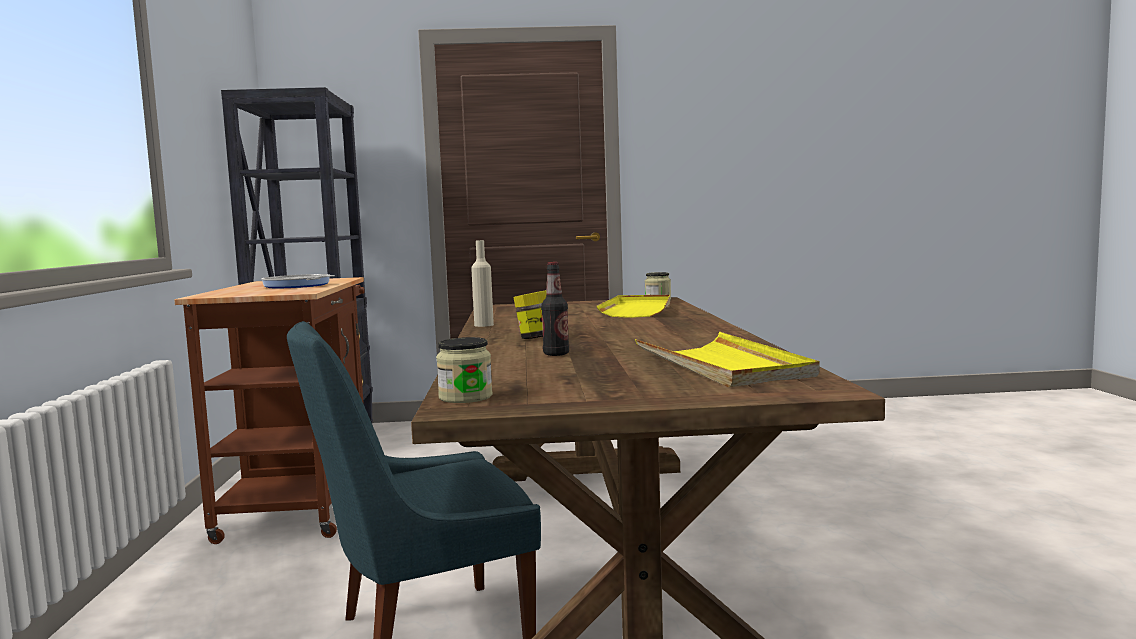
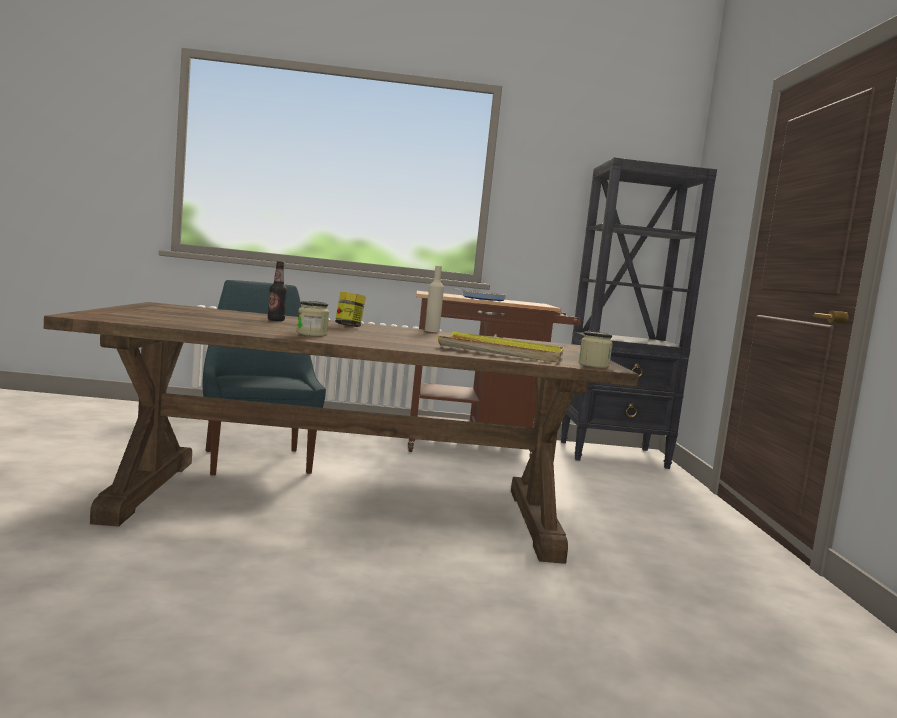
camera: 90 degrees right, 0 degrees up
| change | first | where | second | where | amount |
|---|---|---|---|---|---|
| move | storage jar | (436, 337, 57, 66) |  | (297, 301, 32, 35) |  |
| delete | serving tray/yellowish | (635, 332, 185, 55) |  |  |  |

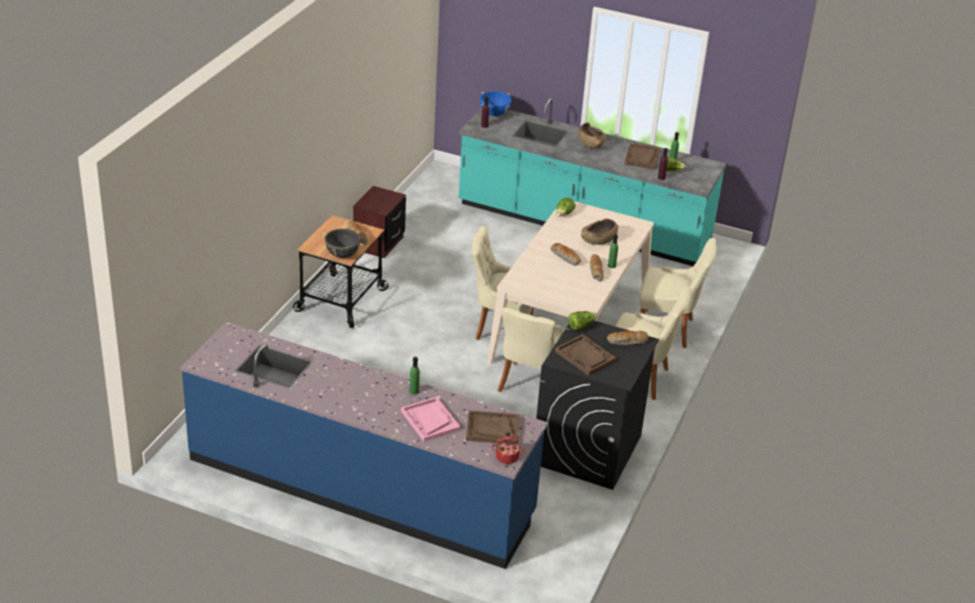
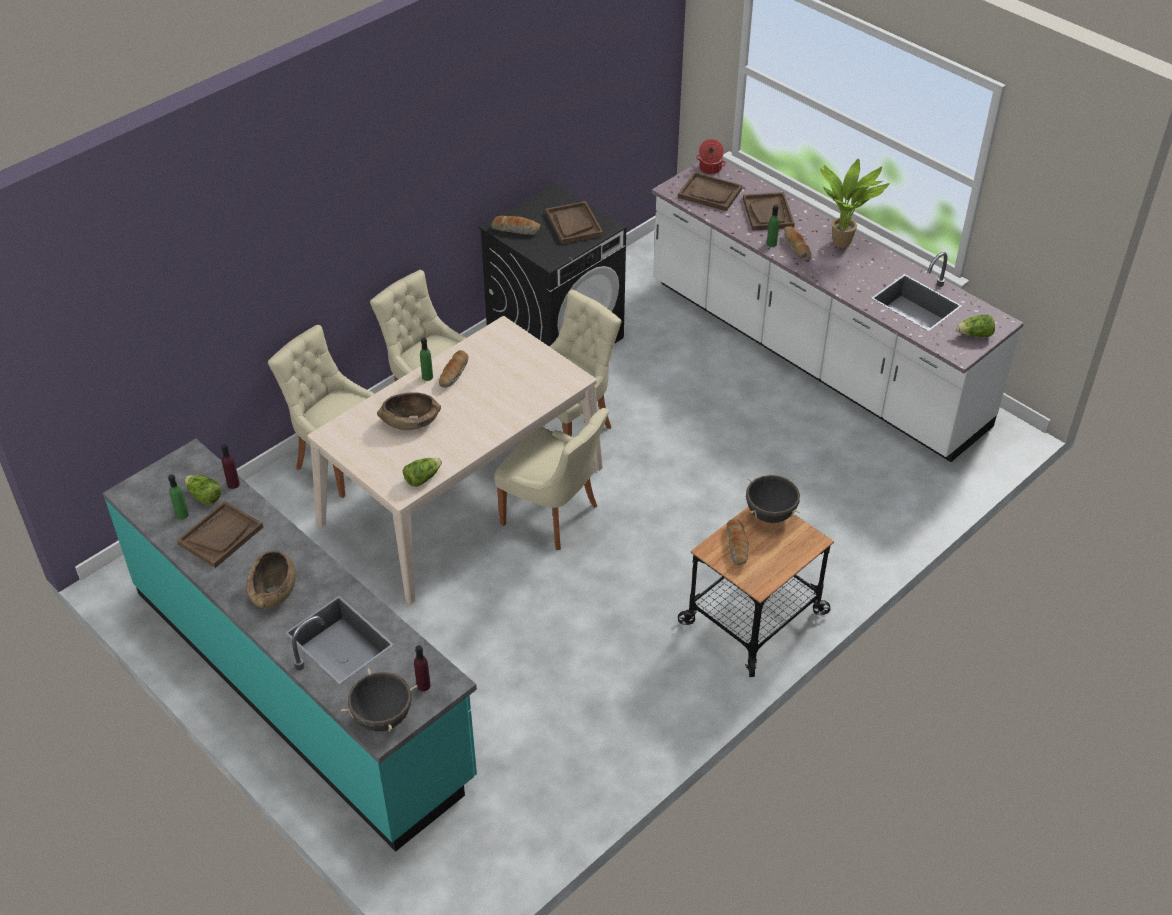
camera: 155 degrees left, 10 degrees up
| change | first | where | second | where | amount |
|---|---|---|---|---|---|
| recolor | kitchen base unit/blue | (180, 322, 368, 247) | kitchen base unit/whitish | (652, 159, 372, 303) |  |
| delete | bedside table/brown-coloured | (353, 186, 53, 72) |  |  |  |
| recolor | serving tray/pinkish | (401, 397, 60, 45) | serving tray/brown-coloured | (743, 192, 52, 39) |  |
| recolor | cooking pot/blue | (480, 91, 31, 25) | cooking pot/blackish | (341, 668, 76, 63) |  |
| move | bakery bread | (550, 243, 31, 23) |  | (784, 226, 28, 35) |  |
| move | lettuce head | (568, 311, 30, 19) |  | (956, 315, 39, 22) |  |
| insert |  |  | plant in a pot | (820, 159, 70, 89) |  |

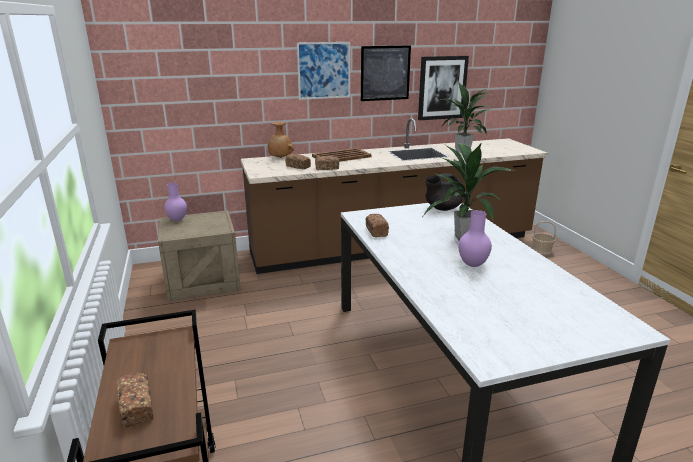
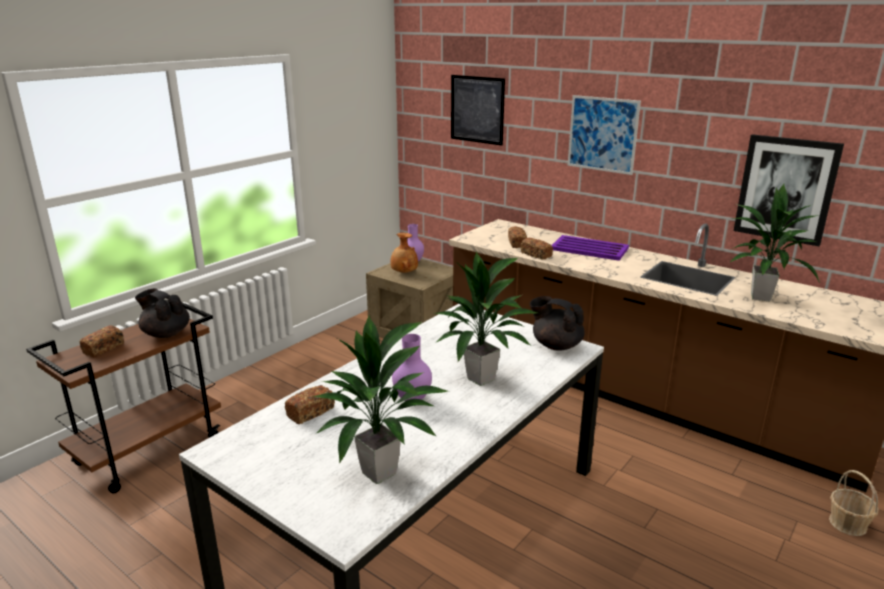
camera: 55 degrees right, 0 degrees up
| change | first | where | second | where | amount |
|---|---|---|---|---|---|
| move | flower vase/brown-coloured | (268, 122, 26, 36) |  | (391, 233, 27, 40) |  |
| recolor | serving tray/brown-coloured | (312, 148, 60, 14) | serving tray/purple | (552, 235, 77, 26) |  |
| move | wall art | (361, 45, 50, 56) |  | (451, 75, 54, 71) |  |
| move | bakery bread | (366, 214, 23, 23) |  | (285, 385, 50, 39) |  |
| insert |  |  | teapot/blackish | (135, 288, 55, 50) |  |
| insert |  |  | plant in a pot | (313, 316, 135, 168) |  |

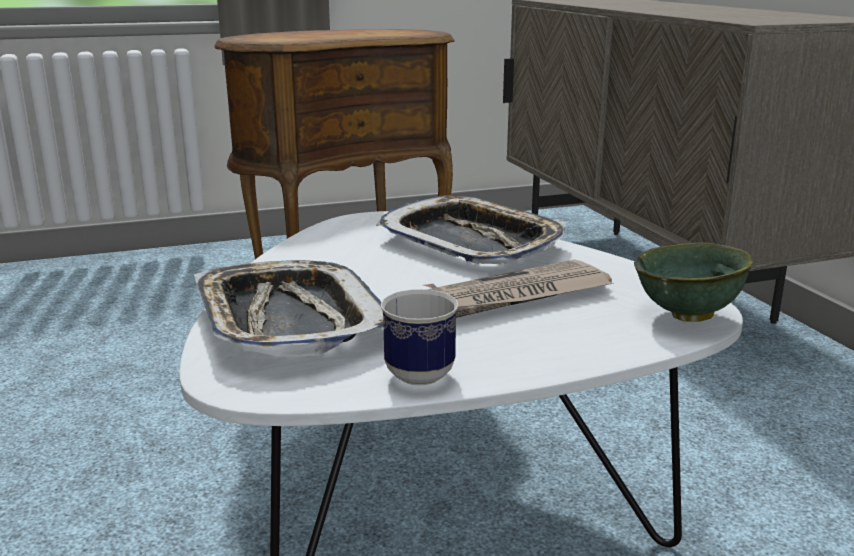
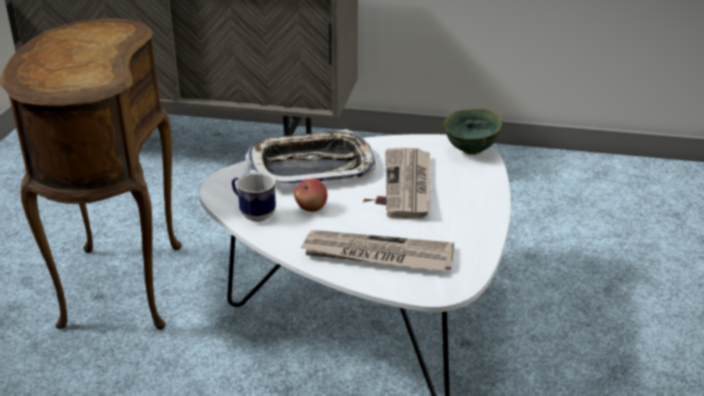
camera: 60 degrees left, 10 degrees up
| change | first | where | second | where | amount |
|---|---|---|---|---|---|
| replace | serving tray | (194, 260, 190, 97) | newspaper | (299, 230, 155, 41) |  |
| move | tea mug | (381, 289, 77, 96) |  | (232, 172, 44, 50) |  |
| insert |  |  | whole apple | (294, 179, 33, 33) |  |

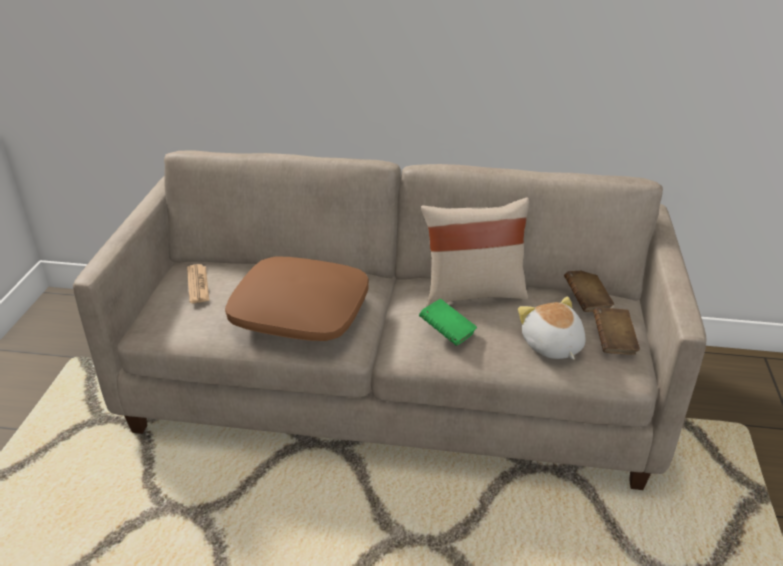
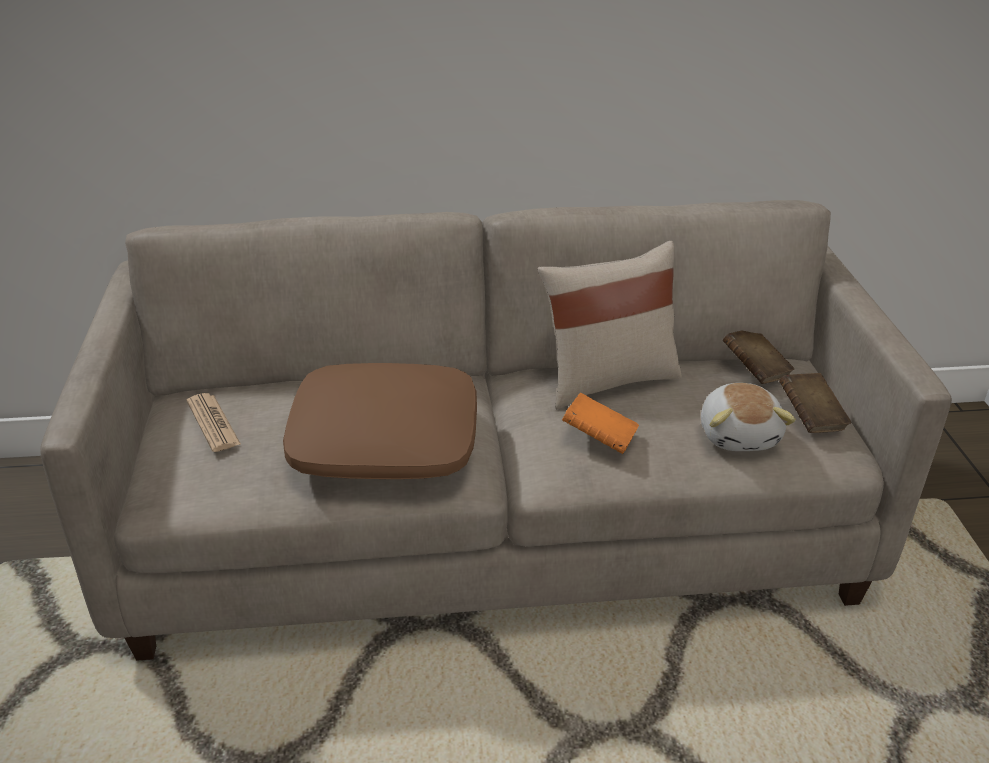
camera: 15 degrees left, 0 degrees up
| change | first | where | second | where | amount |
|---|---|---|---|---|---|
| recolor | book/green | (419, 299, 58, 47) | book/orange-coloured | (562, 393, 77, 61) |  |
| rotate | cuddly toy | (518, 297, 67, 63) |  | (701, 383, 95, 68) | 150 degrees counterclockwise |

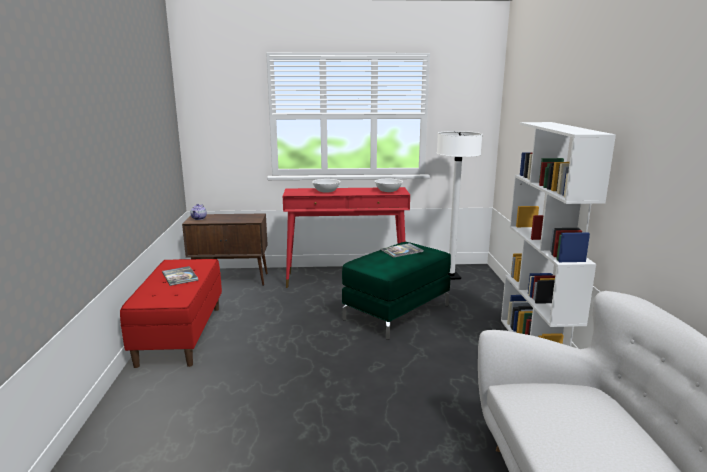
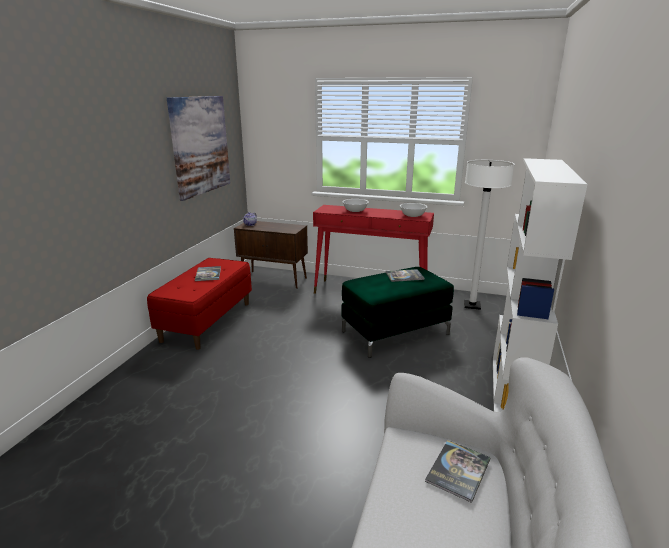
camera: 20 degrees right, 5 degrees up
| change | first | where | second | where | amount |
|---|---|---|---|---|---|
| insert |  |  | wall art | (167, 96, 63, 105) |  |
| insert |  |  | book | (425, 440, 66, 63) |  |

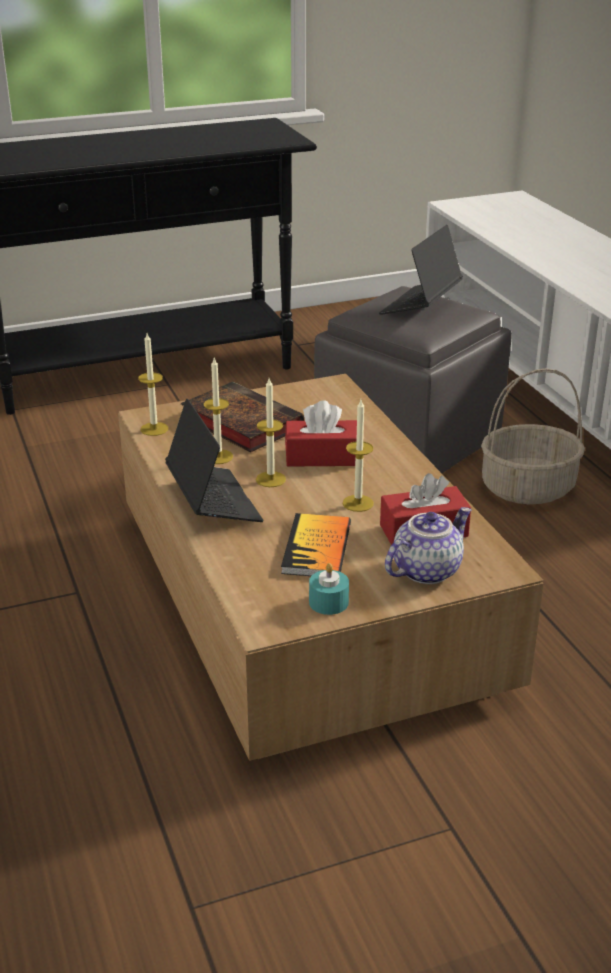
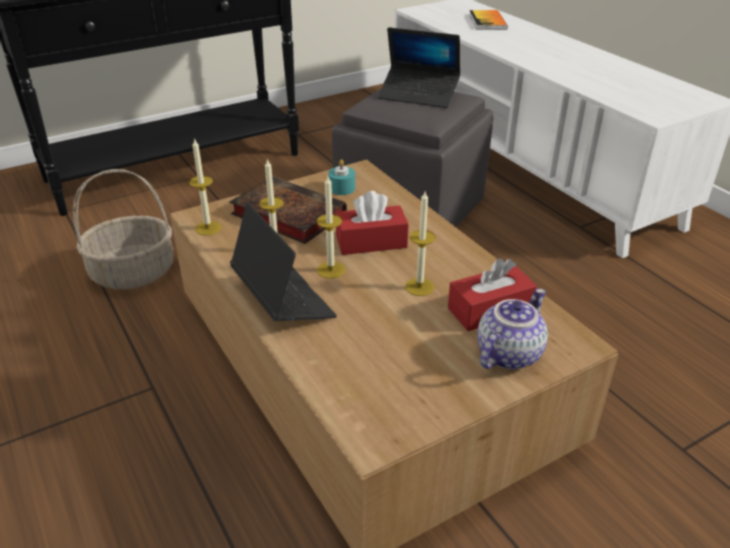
camera: 10 degrees left, 5 degrees up
| change | first | where | second | where | amount |
|---|---|---|---|---|---|
| move | book | (281, 513, 70, 63) |  | (469, 10, 39, 20) |  |
| move | wax light/turquoise | (309, 563, 40, 52) |  | (328, 159, 27, 36) |  |
| rotate | portable computer | (379, 225, 84, 89) |  | (378, 27, 82, 81) | 90 degrees counterclockwise |
| move | storage basket | (481, 368, 104, 136) |  | (73, 169, 100, 121) |  |

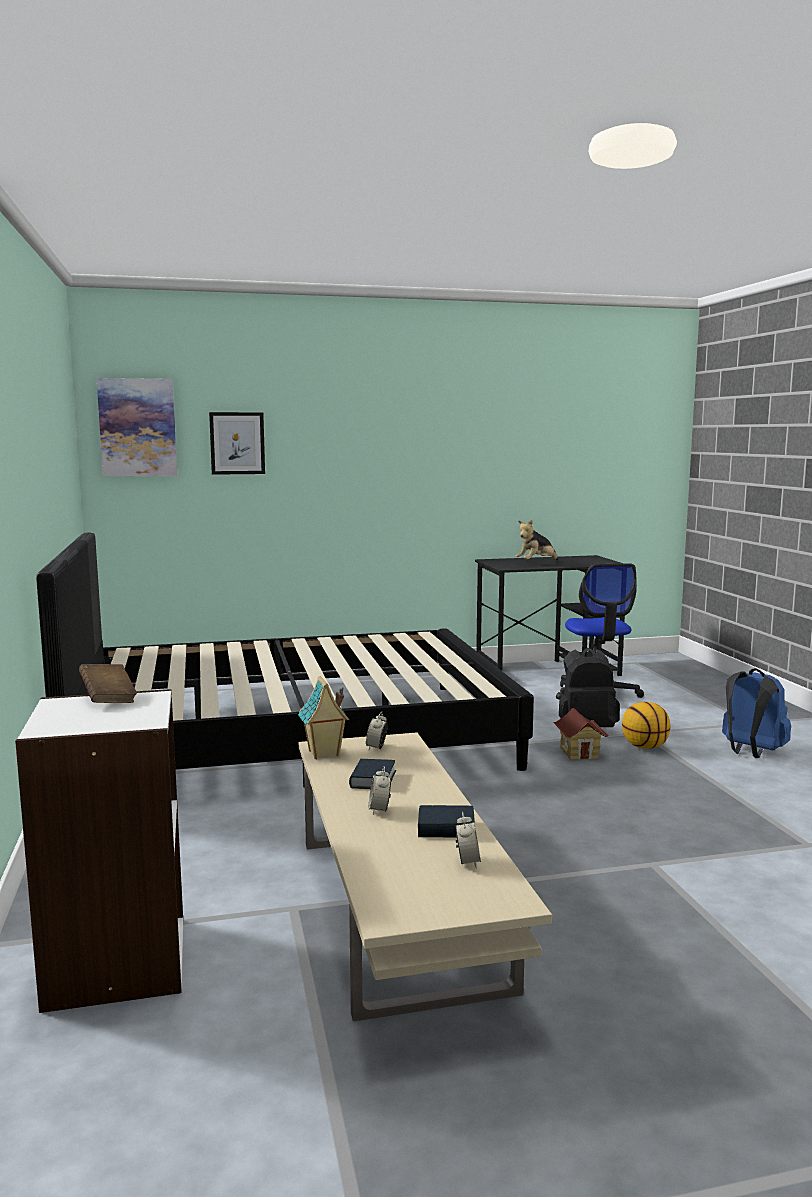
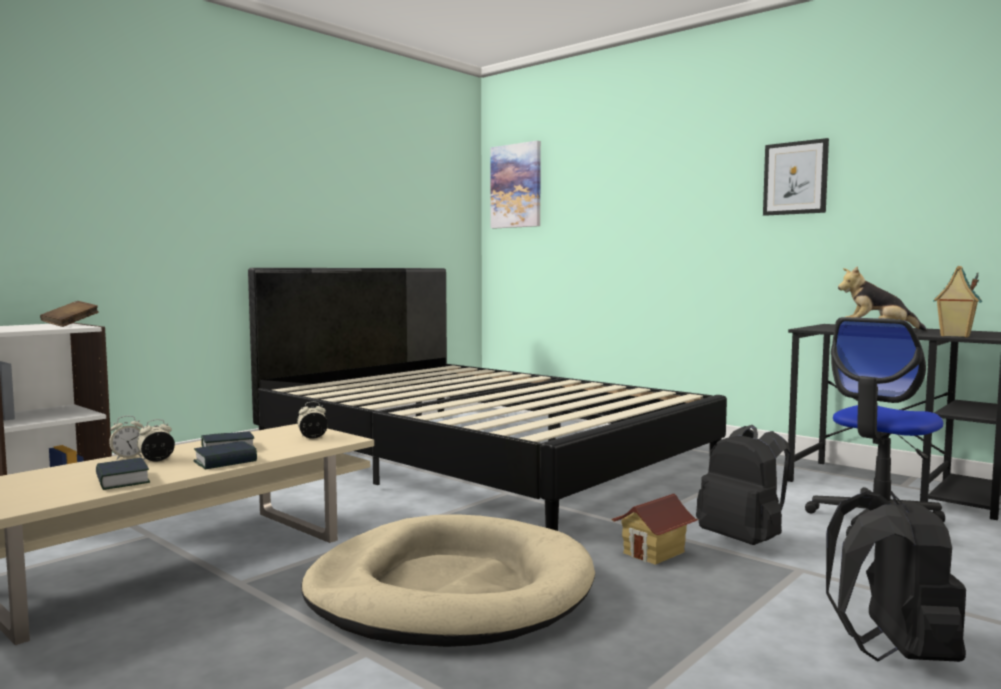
camera: 55 degrees right, 5 degrees down
| change | first | where | second | where | amount |
|---|---|---|---|---|---|
| move | wall art | (209, 412, 56, 63) |  | (763, 138, 66, 78) |  |
| move | miniature house | (298, 676, 51, 83) |  | (933, 266, 49, 71) |  |
| move | table clock | (455, 812, 26, 56) |  | (109, 416, 34, 44) |  |
| delete | ball for basketball | (622, 702, 48, 47) |  |  |  |
| recolor | backpack/blue | (722, 668, 69, 90) | backpack/blackish | (826, 491, 140, 171) |  |
| insert |  |  | book | (193, 441, 64, 29) |  |
| insert |  |  | dog bed/beige-coloured | (301, 514, 294, 133) |  |

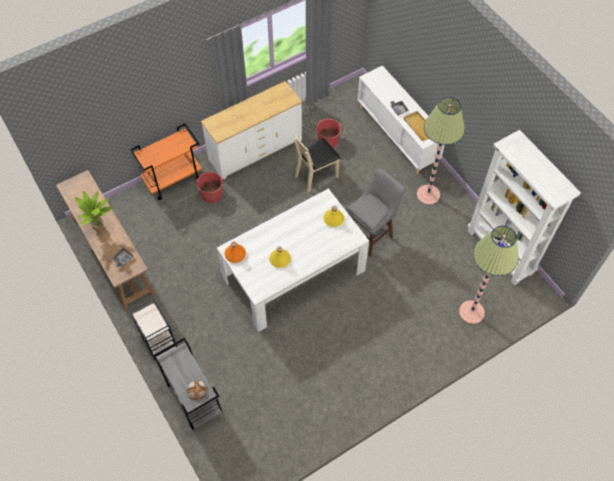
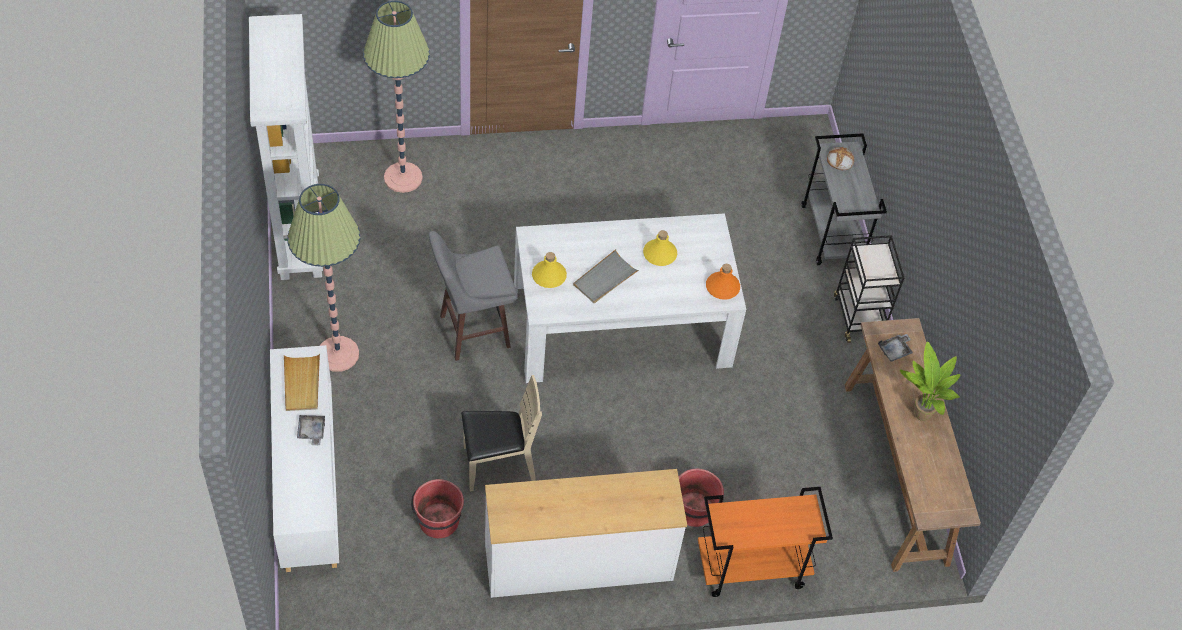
camera: 160 degrees left, 5 degrees down
| change | first | where | second | where | amount |
|---|---|---|---|---|---|
| insert |  |  | serving tray/greyish | (573, 249, 66, 54) |  |

